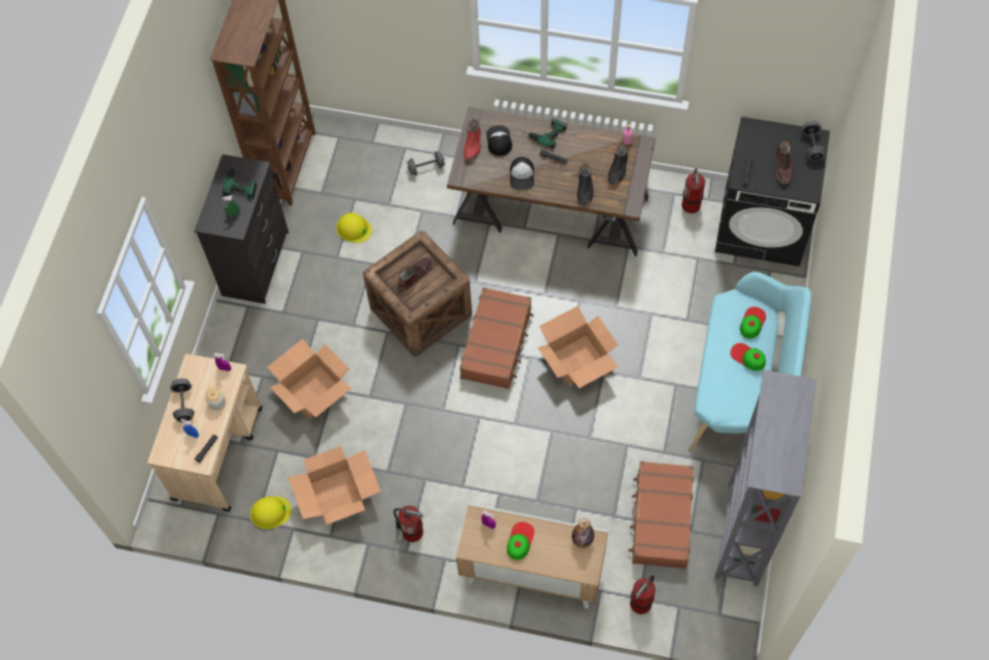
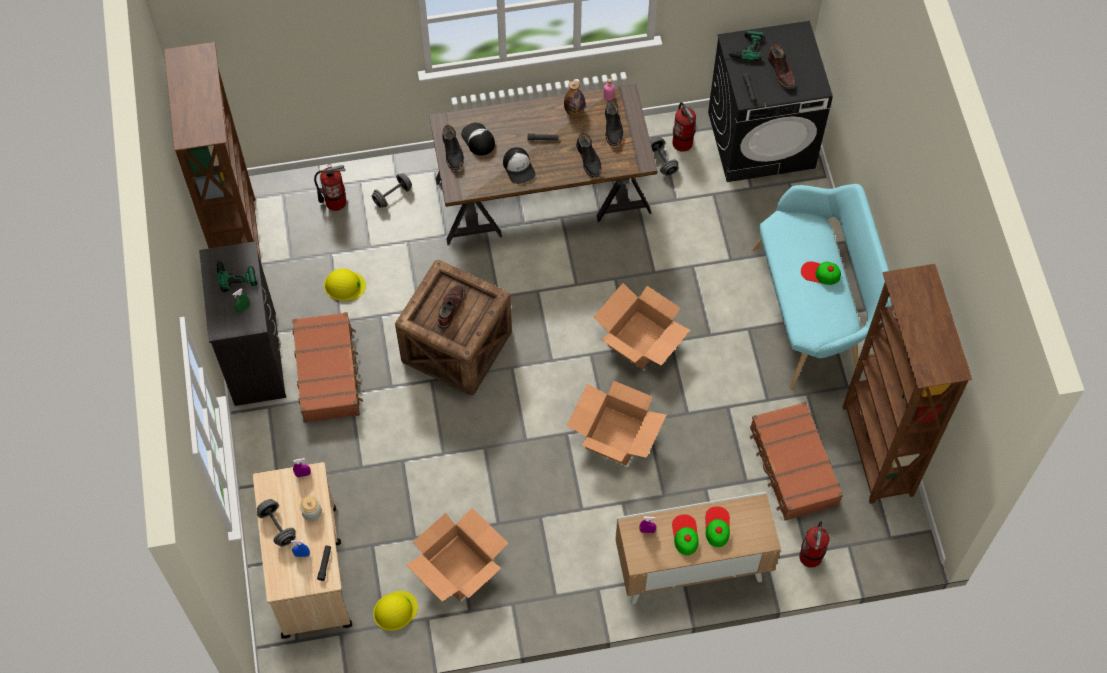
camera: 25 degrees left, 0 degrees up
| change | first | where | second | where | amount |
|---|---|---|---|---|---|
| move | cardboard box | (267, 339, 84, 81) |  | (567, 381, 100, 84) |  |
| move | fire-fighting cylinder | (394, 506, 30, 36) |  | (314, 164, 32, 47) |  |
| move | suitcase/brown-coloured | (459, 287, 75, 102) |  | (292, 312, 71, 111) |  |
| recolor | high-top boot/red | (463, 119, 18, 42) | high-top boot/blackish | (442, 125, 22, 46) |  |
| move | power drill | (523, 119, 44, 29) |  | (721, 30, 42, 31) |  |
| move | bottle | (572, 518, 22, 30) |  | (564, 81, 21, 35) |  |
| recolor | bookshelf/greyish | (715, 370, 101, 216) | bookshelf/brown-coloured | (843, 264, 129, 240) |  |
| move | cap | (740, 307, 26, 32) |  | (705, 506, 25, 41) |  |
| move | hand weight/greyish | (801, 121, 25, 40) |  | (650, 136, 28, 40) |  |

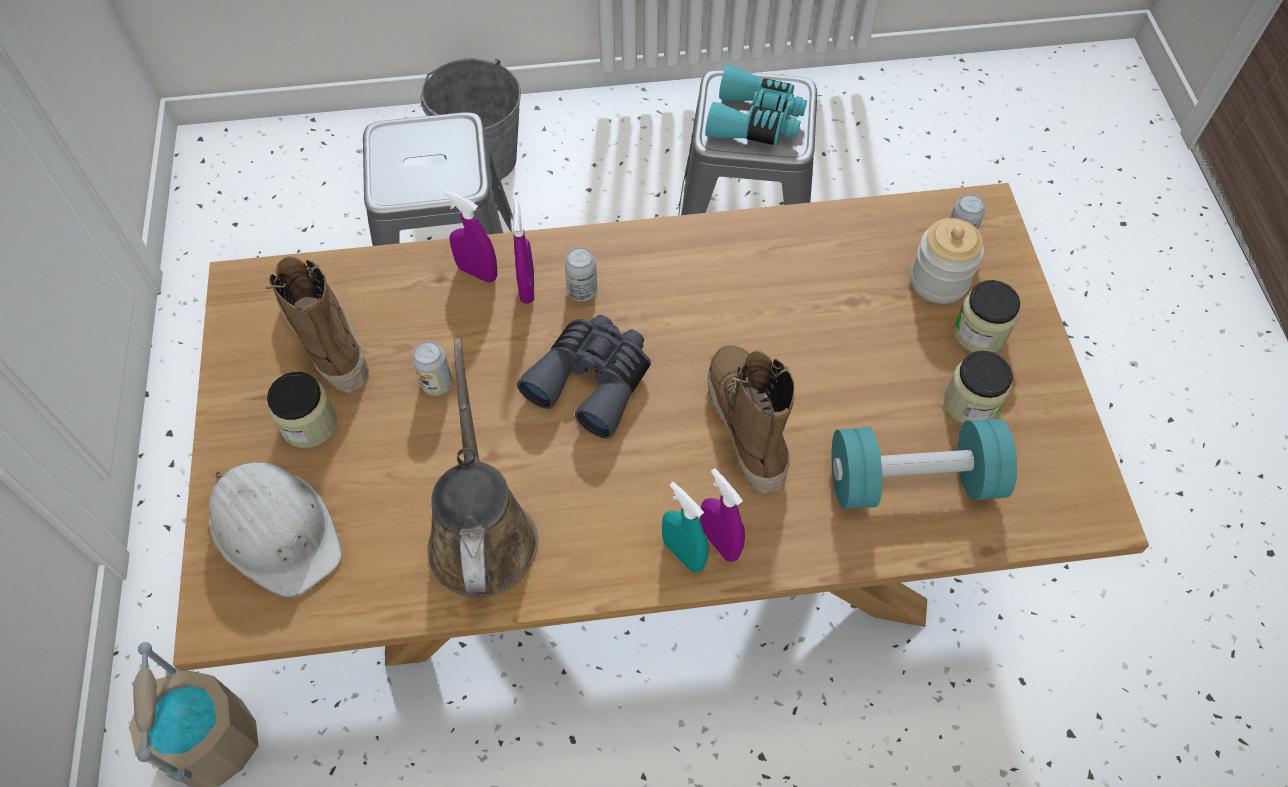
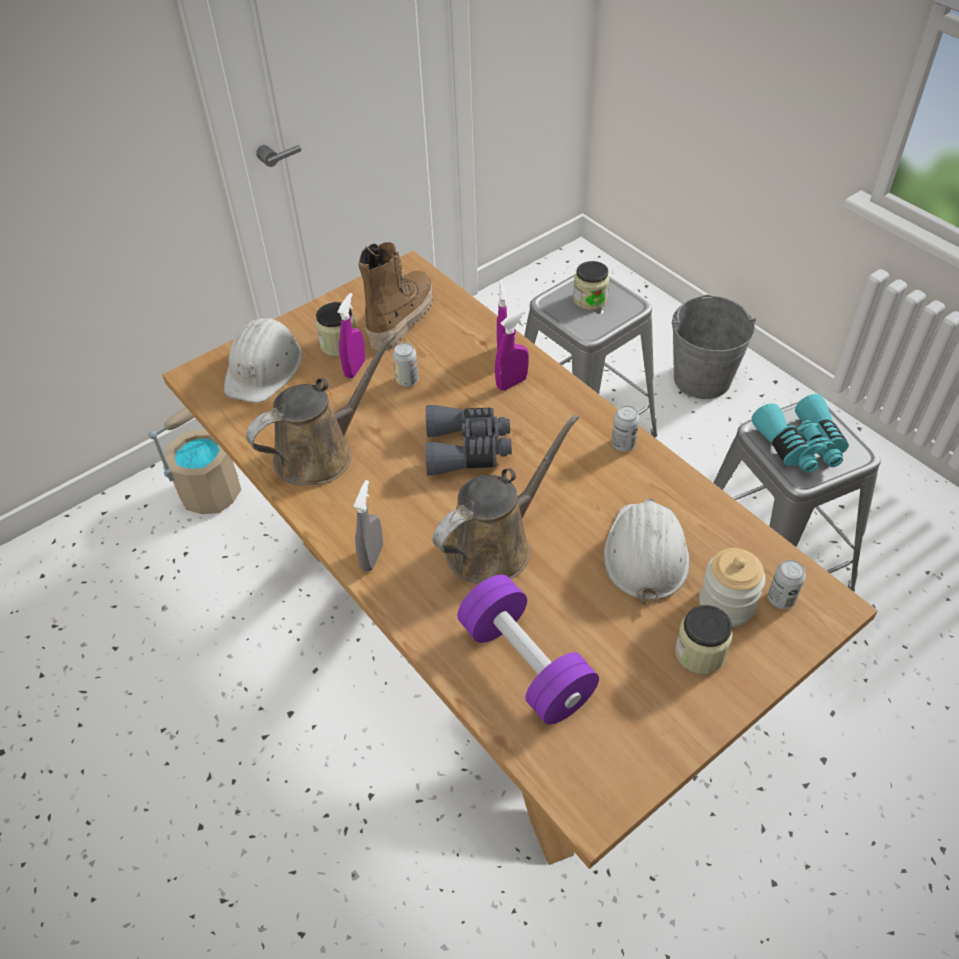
camera: 60 degrees right, 10 degrees down
| change | first | where | second | where | amount |
|---|---|---|---|---|---|
| move | metal can | (564, 247, 33, 55) |  | (611, 405, 29, 46) |  |
| recolor | spray bottle/turquoise | (662, 482, 47, 91) | spray bottle/greyish | (353, 480, 30, 91) |  |
| move | spray bottle/purple | (700, 468, 45, 94) |  | (337, 293, 28, 85) |  |
| replace | high-top boot | (708, 345, 87, 149) | watering pot/brown-coloured | (432, 414, 147, 170) |  |
| recolor | hand weight/turquoise | (832, 419, 185, 90) | hand weight/purple | (457, 575, 142, 150) |  |
| move | storage jar | (944, 350, 69, 74) |  | (573, 261, 37, 49) |  |
| insert |  |  | hard hat/whitish | (604, 499, 86, 106) |  |

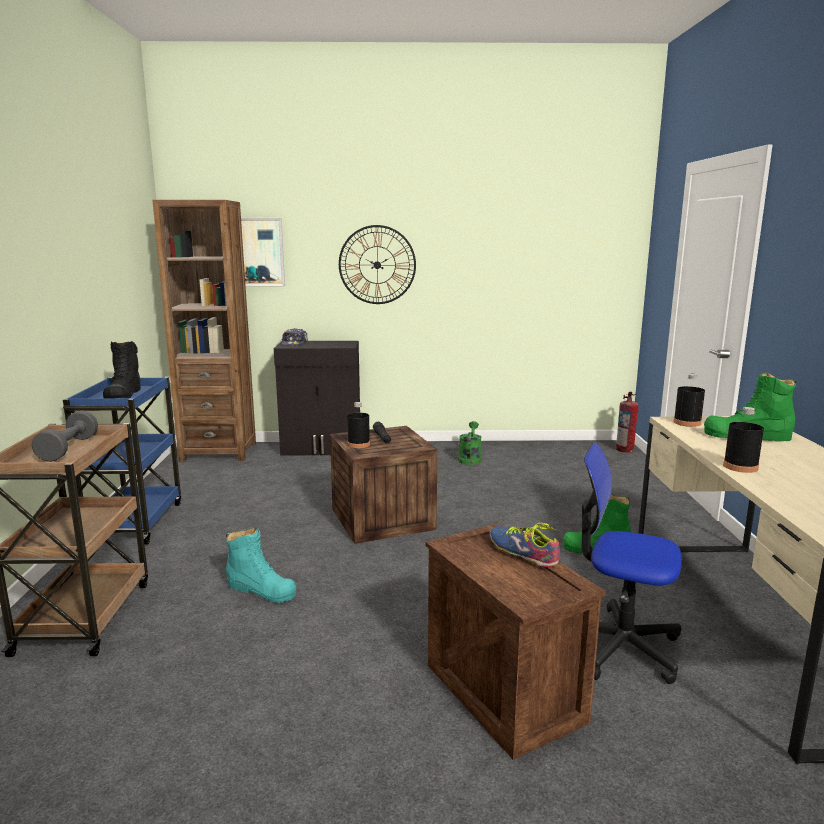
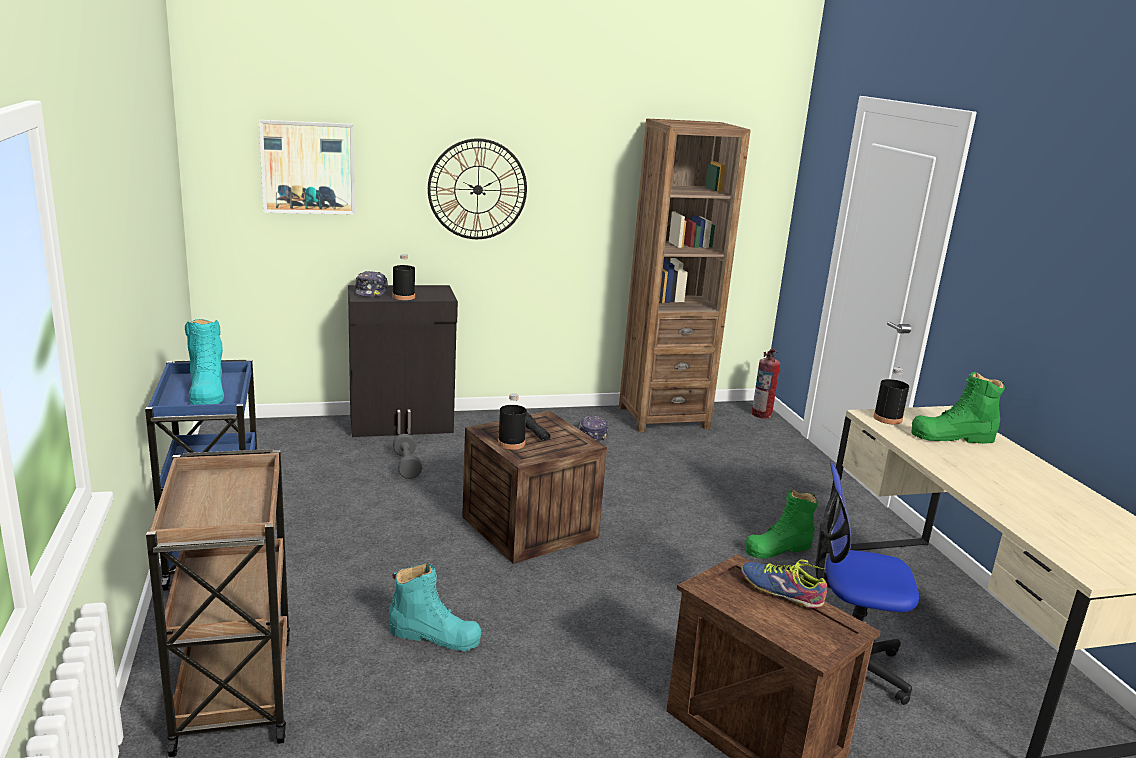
camera: 15 degrees left, 5 degrees up
| change | first | where | second | where | amount |
|---|---|---|---|---|---|
| move | hand weight/greyish | (32, 410, 66, 52) |  | (393, 434, 29, 45) |  |
| recolor | high-top boot/blackish | (103, 341, 38, 57) | high-top boot/turquoise | (185, 319, 39, 86) |  |
| move | bookshelf/brown-coloured | (152, 200, 104, 261) |  | (619, 118, 132, 314) |  |
| replace | watering pot/green | (458, 421, 24, 44) | cap | (578, 415, 30, 26) |  |
| move | bottle/blackish | (723, 407, 41, 66) |  | (393, 254, 22, 46) |  |

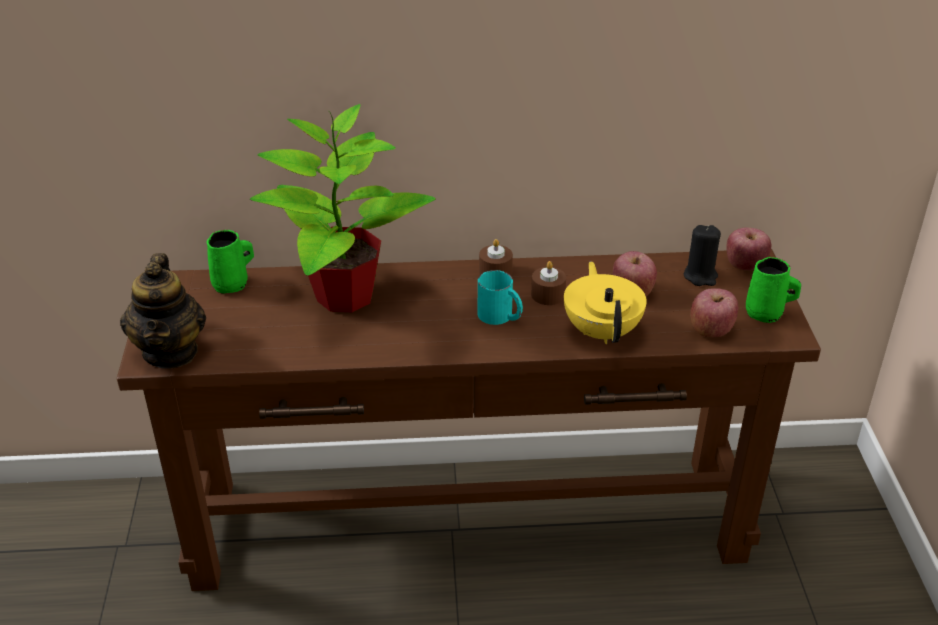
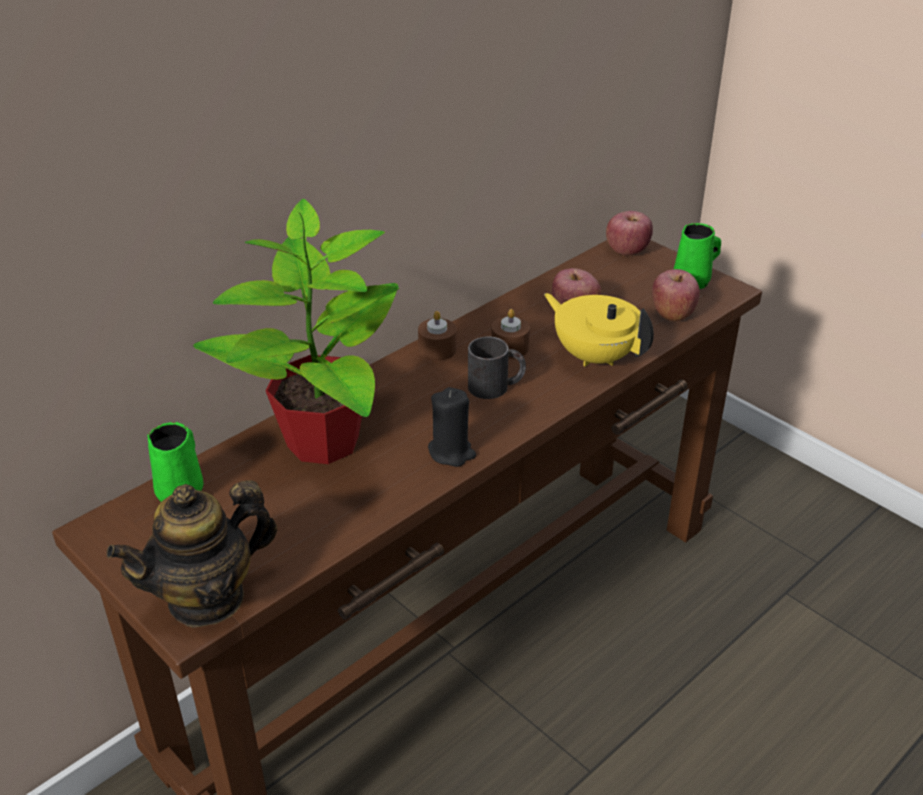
camera: 40 degrees left, 0 degrees up
| change | first | where | second | where | amount |
|---|---|---|---|---|---|
| rotate | teapot | (120, 253, 86, 116) |  | (106, 480, 171, 148) | 105 degrees clockwise |
| recolor | tea mug/turquoise | (478, 270, 45, 55) | tea mug/blackish | (468, 336, 58, 63) |  |
| move | wax light/blackish | (684, 225, 37, 61) |  | (428, 387, 48, 80) |  |

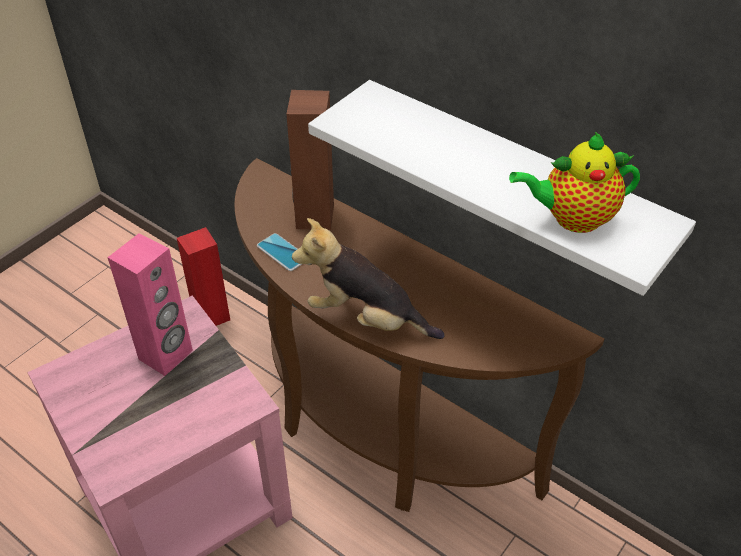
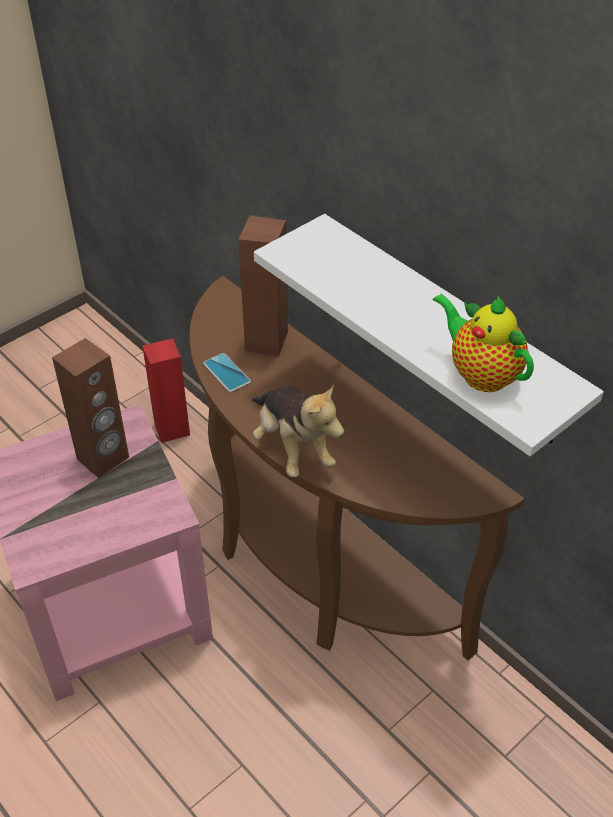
camera: 10 degrees right, 0 degrees up
| change | first | where | second | where | amount |
|---|---|---|---|---|---|
| recolor | speaker/pinkish | (107, 233, 86, 143) | speaker/brown-coloured | (52, 338, 77, 140) |  |
| rotate | cuddly toy | (292, 218, 153, 121) |  | (252, 384, 92, 93) | 150 degrees counterclockwise |
| rotate | teapot | (509, 132, 131, 101) |  | (433, 293, 101, 99) | 45 degrees clockwise |

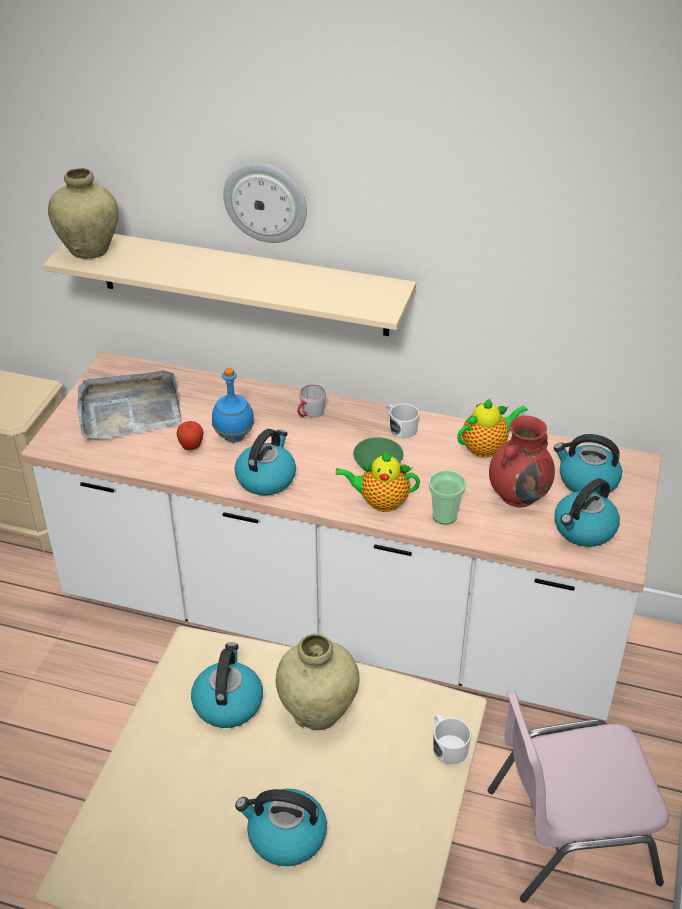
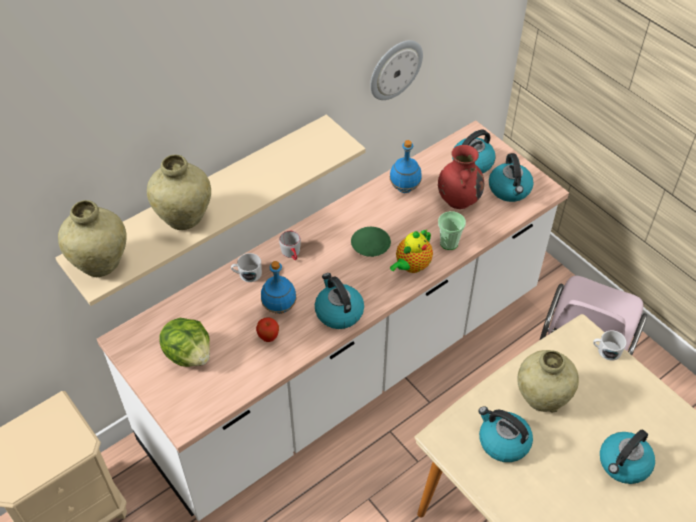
camera: 55 degrees left, 10 degrees up
| change | first | where | second | where | amount |
|---|---|---|---|---|---|
| replace | serving tray/greyish | (77, 370, 105, 69) | lettuce head | (159, 318, 51, 49) |  |
| move | clock on the wall | (223, 163, 84, 80) |  | (370, 40, 53, 60) |  |
| move | tea mug/whitish | (386, 404, 33, 34) |  | (231, 253, 31, 29) |  |
| replace | teapot | (457, 398, 71, 60) | bottle/blue | (390, 140, 32, 53) |  |
| insert |  |  | flower vase/beige-coloured | (147, 154, 64, 76) |  |

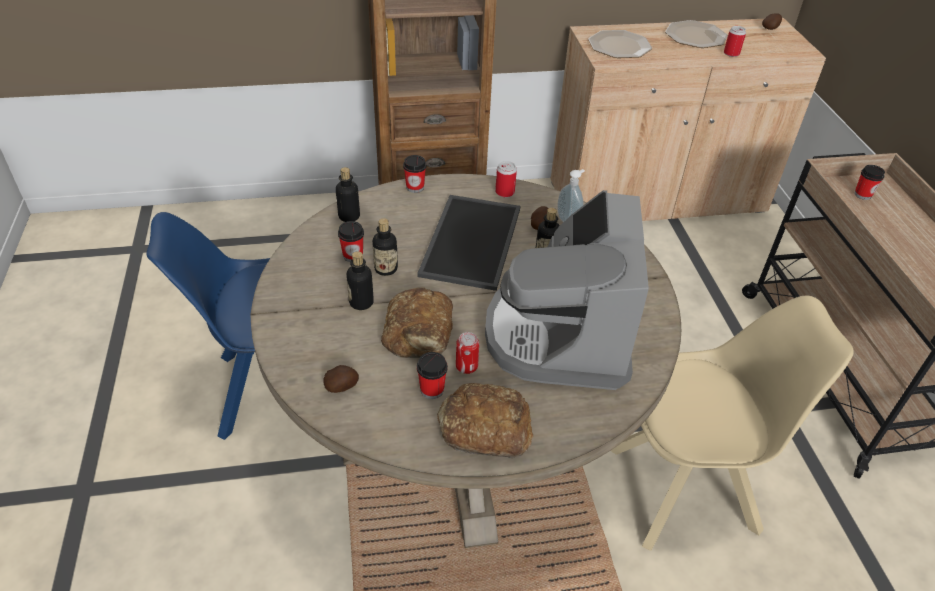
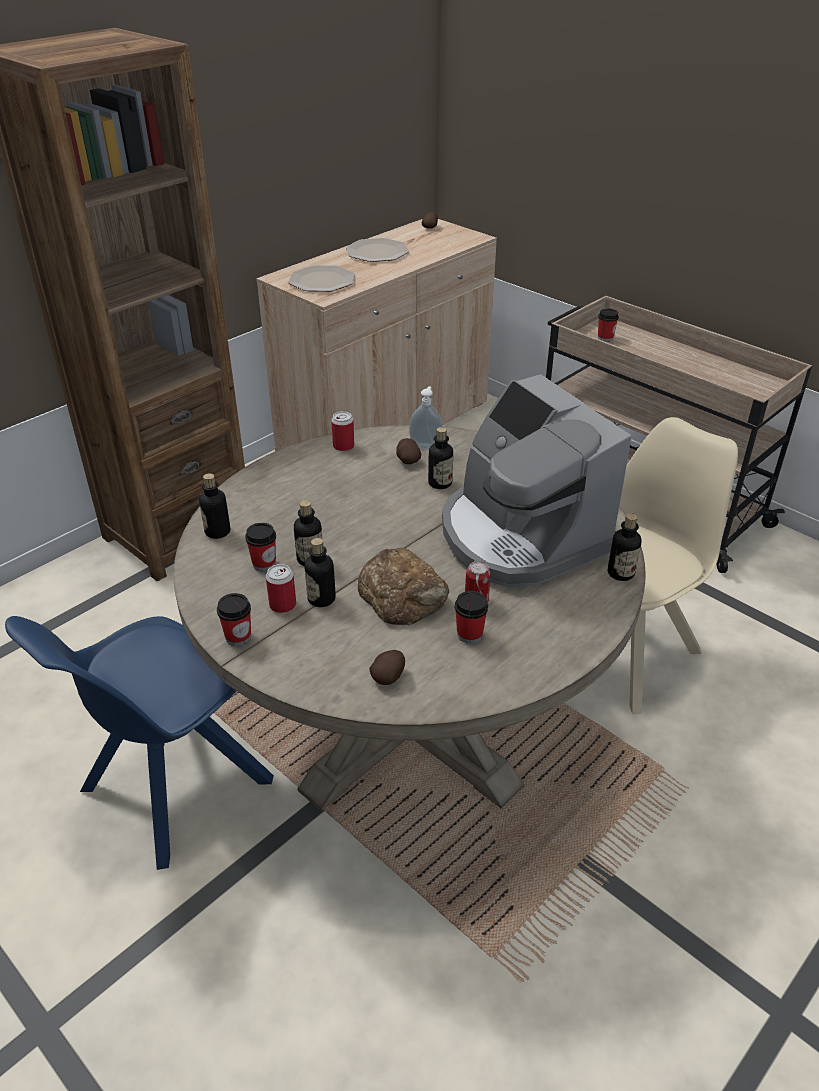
camera: 35 degrees left, 5 degrees down
| change | first | where | second | where | amount |
|---|---|---|---|---|---|
| move | cup | (403, 155, 23, 38) |  | (217, 593, 34, 53) |  |
| delete | serving tray | (417, 195, 103, 96) |  |  |  |
| delete | bakery bread | (437, 383, 97, 75) |  |  |  |
| move | metal can | (724, 26, 22, 31) |  | (266, 564, 30, 49) |  |
| insert |  |  | bottle | (608, 513, 34, 68) |  |

